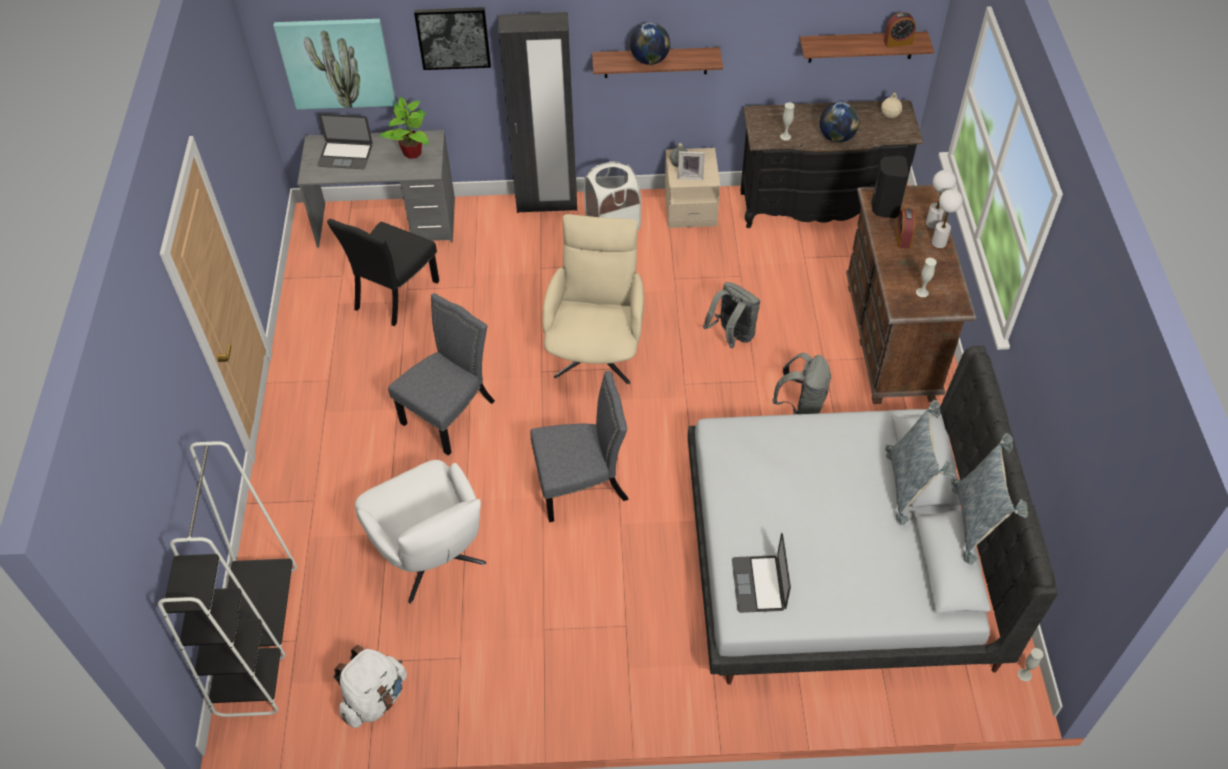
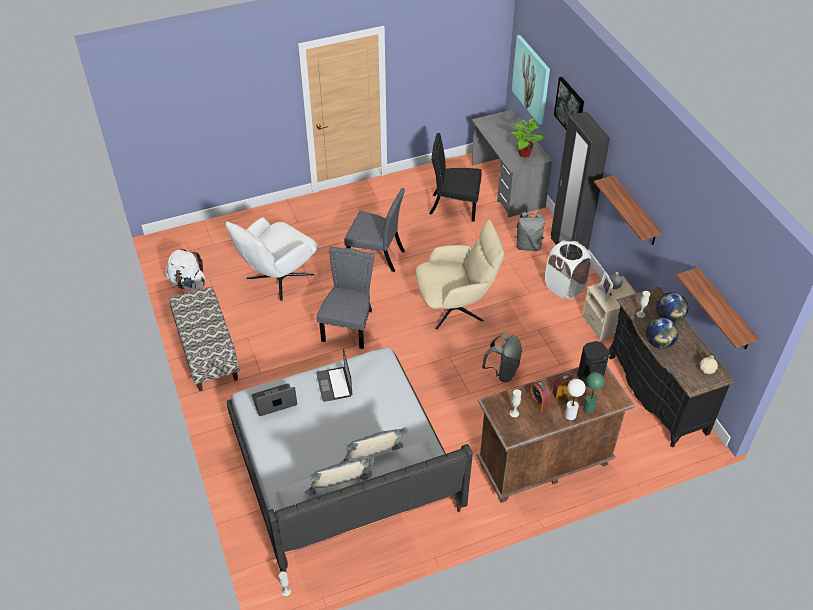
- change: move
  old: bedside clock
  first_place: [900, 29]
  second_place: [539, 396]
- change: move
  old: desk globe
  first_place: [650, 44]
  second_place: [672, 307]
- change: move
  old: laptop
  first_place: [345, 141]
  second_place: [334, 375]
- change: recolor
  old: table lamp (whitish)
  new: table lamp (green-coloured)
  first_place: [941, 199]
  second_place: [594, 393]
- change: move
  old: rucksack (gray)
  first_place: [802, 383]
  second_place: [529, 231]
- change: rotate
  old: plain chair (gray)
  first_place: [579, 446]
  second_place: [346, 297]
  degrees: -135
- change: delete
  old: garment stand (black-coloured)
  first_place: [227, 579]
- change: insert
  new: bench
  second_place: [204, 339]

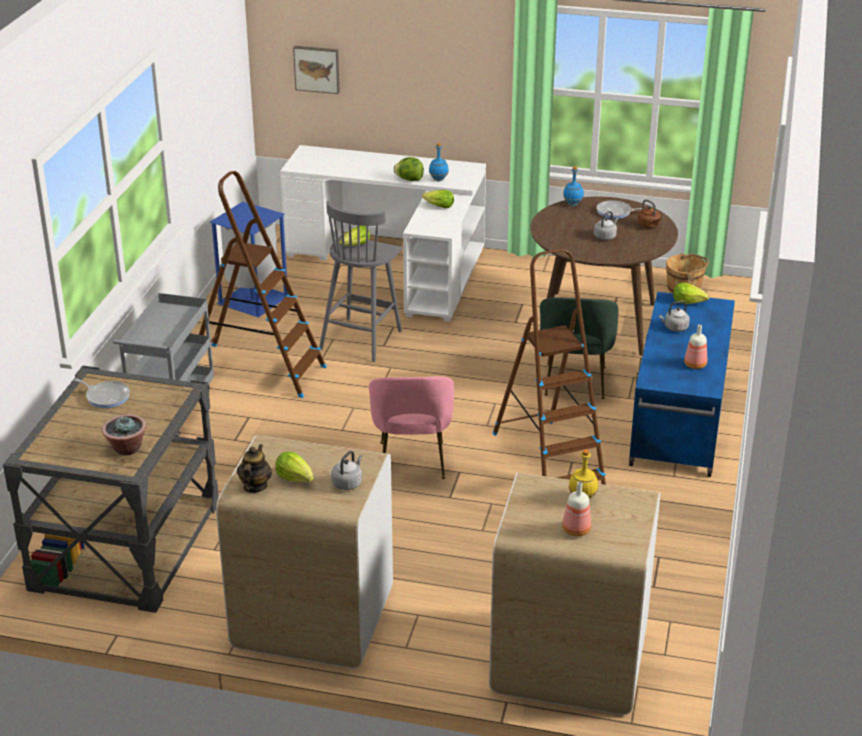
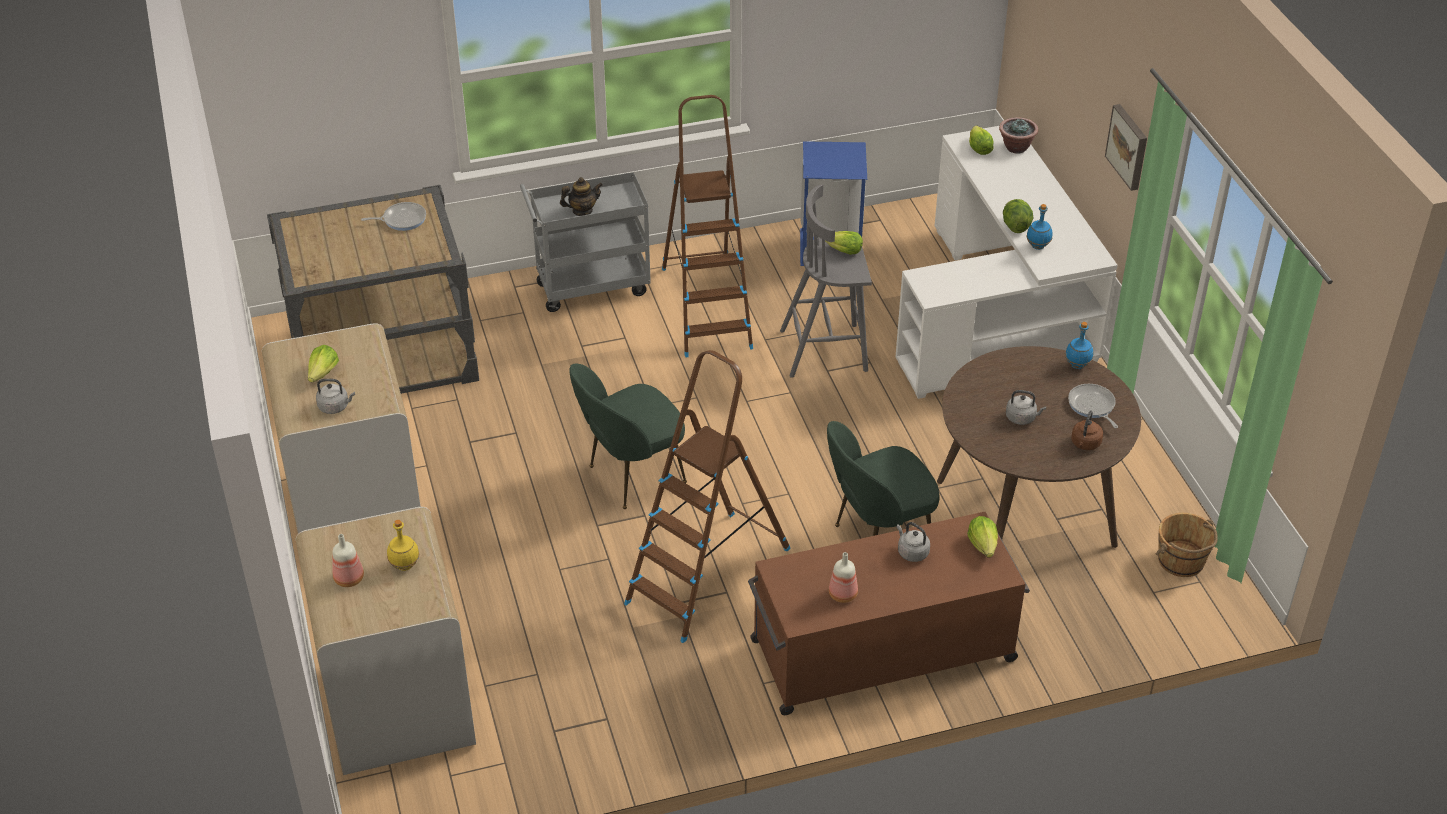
- change: move
  old: wall picture
  first_place: [316, 70]
  second_place: [1126, 147]
- change: move
  old: head of lettuce
  first_place: [438, 199]
  second_place: [981, 140]
- change: recolor
  old: cupboard (blue-coloured)
  new: cupboard (brown)
  first_place: [682, 384]
  second_place: [889, 613]
- change: recolor
  old: plain chair (pink-coloured)
  new: plain chair (green-coloured)
  first_place: [411, 427]
  second_place: [628, 436]
- change: rotate
  old: pan
  first_place: [102, 393]
  second_place: [393, 216]
  degrees: -105
- change: move
  old: houseplant
  first_place: [124, 435]
  second_place: [1018, 135]
- change: move
  old: pot for tea
  first_place: [254, 468]
  second_place: [581, 196]

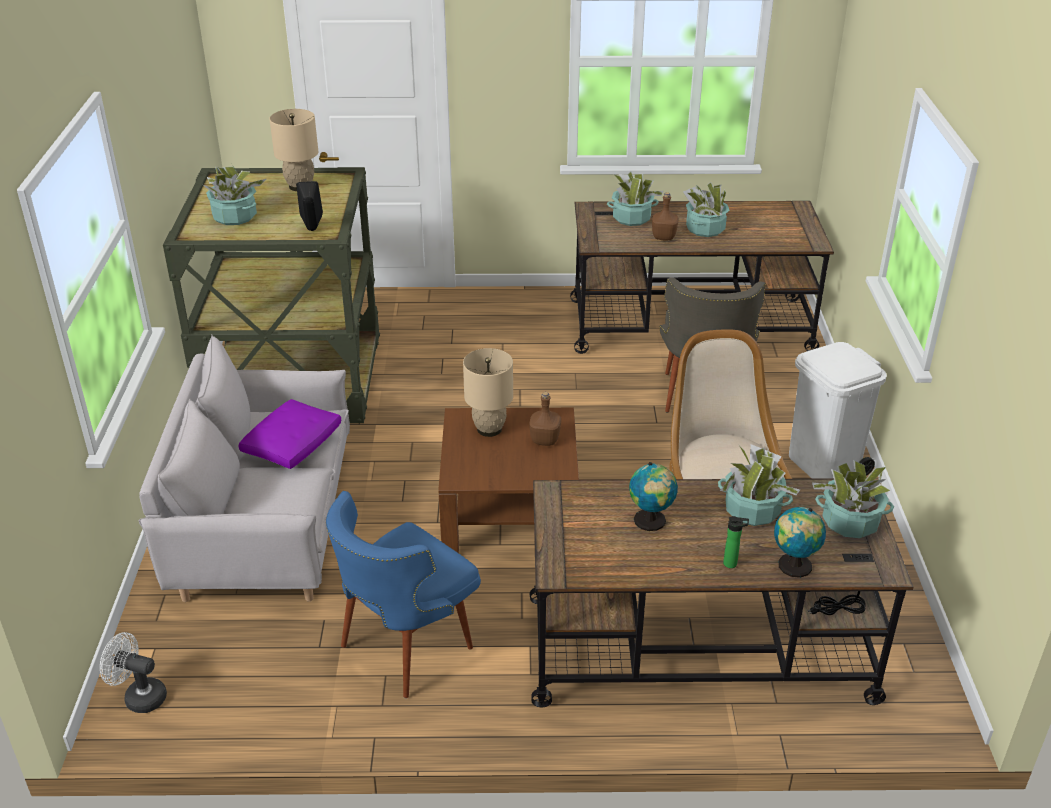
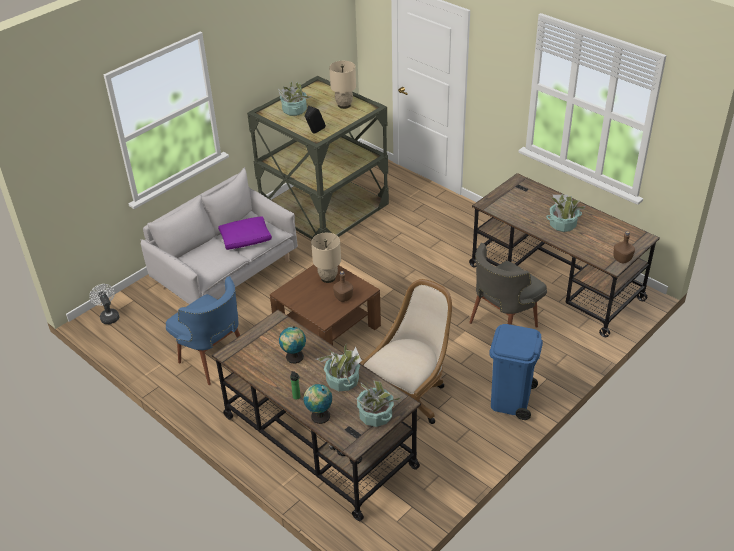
- change: delete
  old: houseplant
  first_place: [635, 199]
- change: move
  old: drink bottle (brown)
  first_place: [665, 216]
  second_place: [624, 247]
- change: recolor
  old: rubbish bin (whitish)
  new: rubbish bin (blue-coloured)
  first_place: [838, 410]
  second_place: [516, 372]
- change: rotate
  old: plain chair (blue-coloured)
  first_place: [403, 594]
  second_place: [203, 330]
  degrees: -135

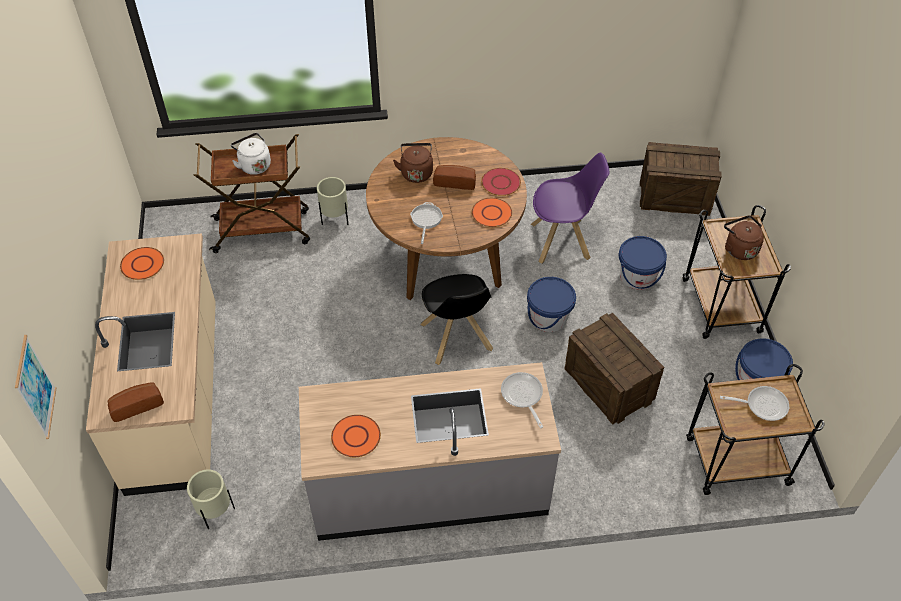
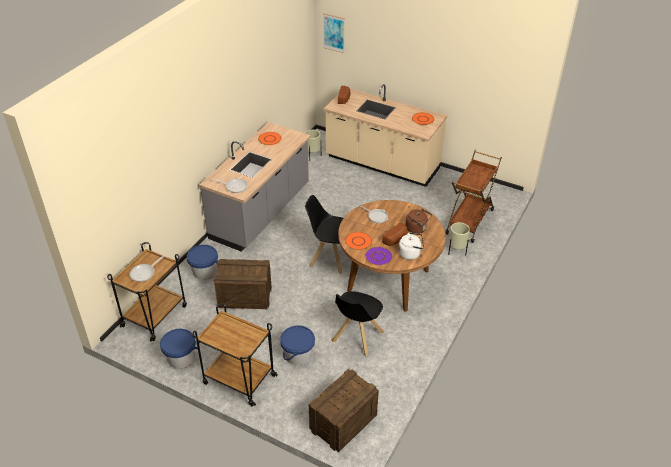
- change: move
  old: kettle (whitish)
  first_place: [251, 154]
  second_place: [411, 246]
- change: recolor
  old: plain chair (purple)
  new: plain chair (black-coloured)
  first_place: [570, 208]
  second_place: [358, 324]
- change: recolor
  old: flat dish (reddish)
  new: flat dish (purple)
  first_place: [501, 182]
  second_place: [379, 256]
- change: delete
  old: kettle (brown)
  first_place: [744, 237]
- change: move
  old: pail (blue-coloured)
  first_place: [551, 304]
  second_place: [202, 262]

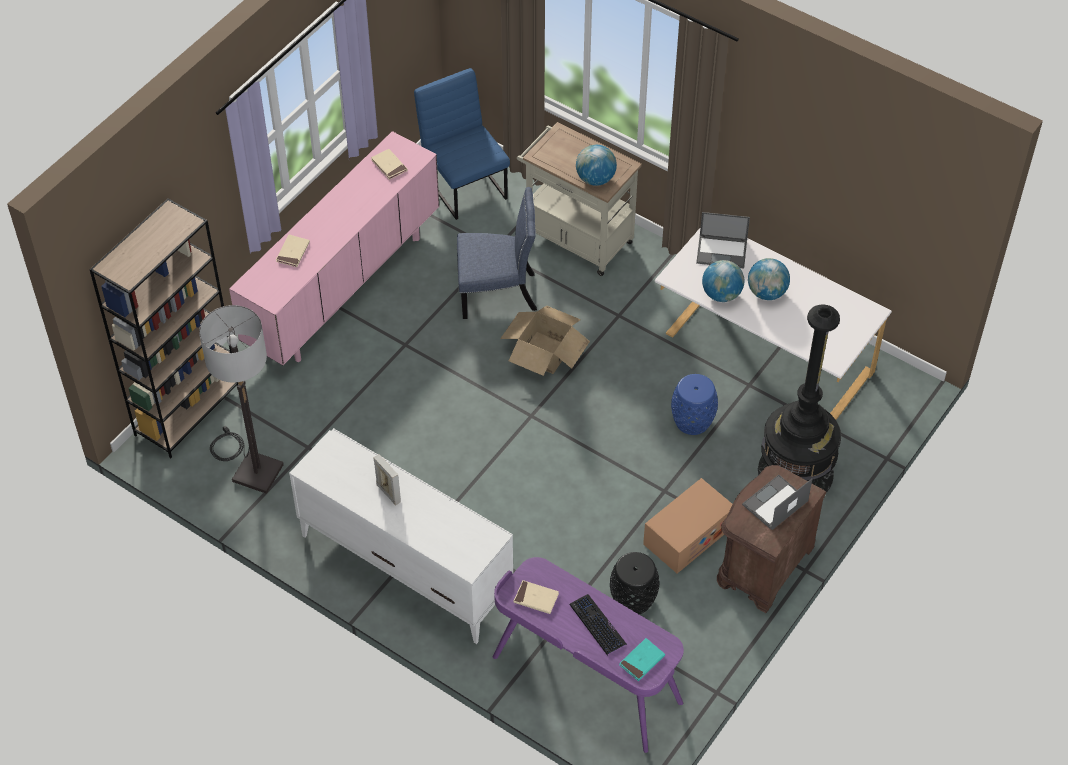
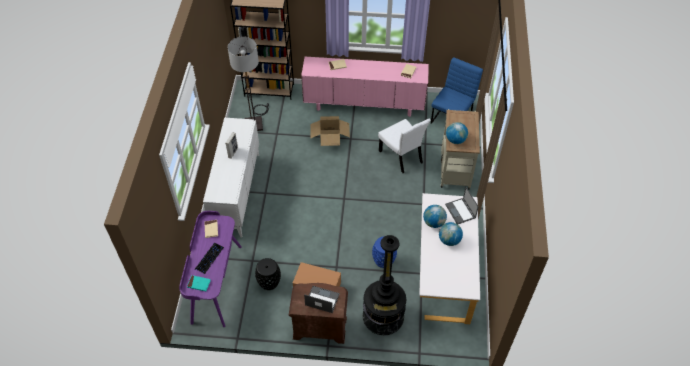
- change: recolor
  old: plain chair (blue-coloured)
  new: plain chair (whitish)
  first_place: [497, 253]
  second_place: [404, 146]
- change: move
  old: cardboard box
  first_place: [545, 340]
  second_place: [330, 131]

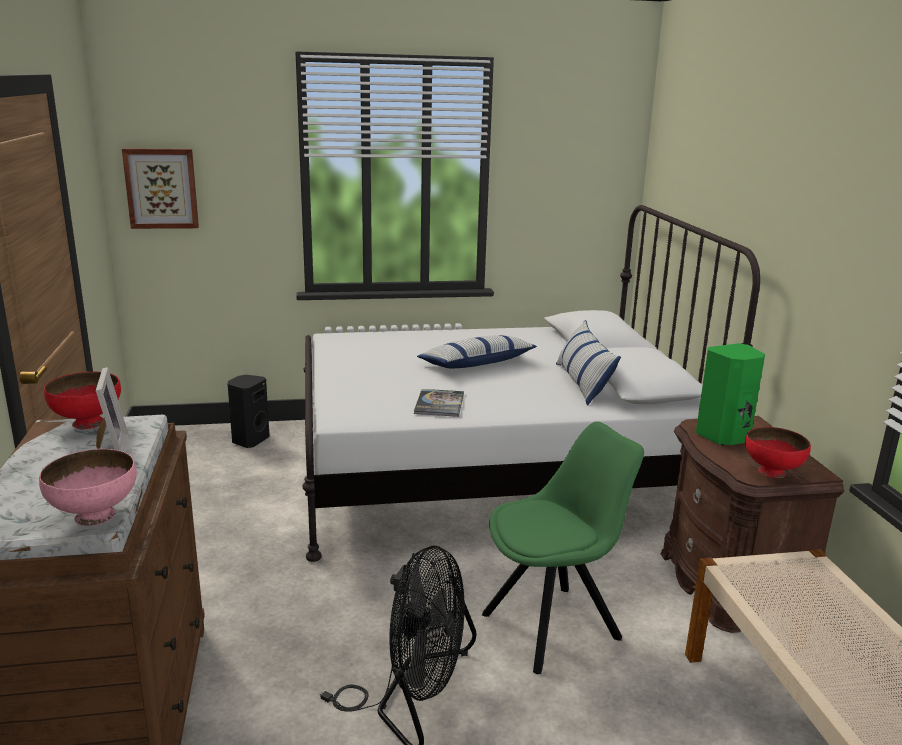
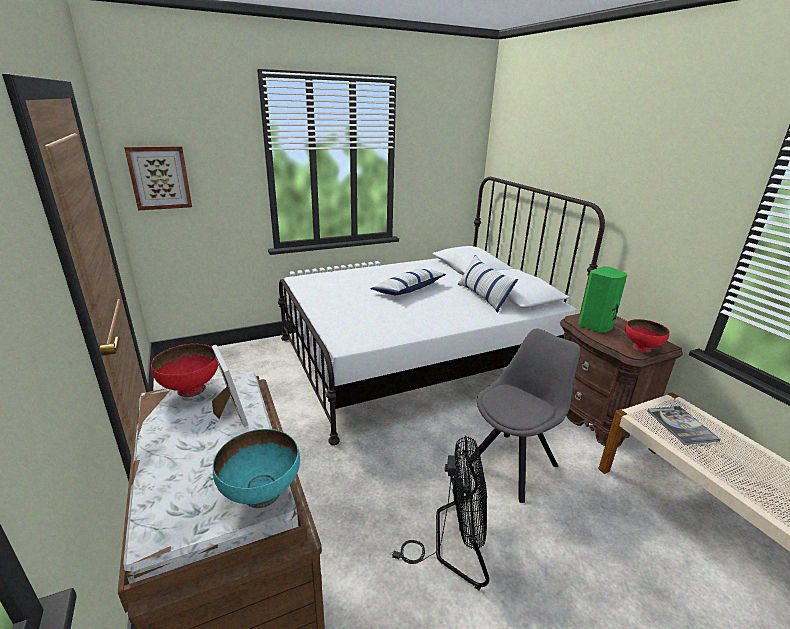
- change: delete
  old: speaker (black-coloured)
  first_place: [249, 411]
- change: move
  old: volume
  first_place: [439, 403]
  second_place: [683, 425]
- change: recolor
  old: plain chair (green-coloured)
  new: plain chair (gray)
  first_place: [563, 548]
  second_place: [523, 415]
- change: recolor
  old: serving bowl (pink-coloured)
  new: serving bowl (blue-green)
  first_place: [88, 487]
  second_place: [256, 468]

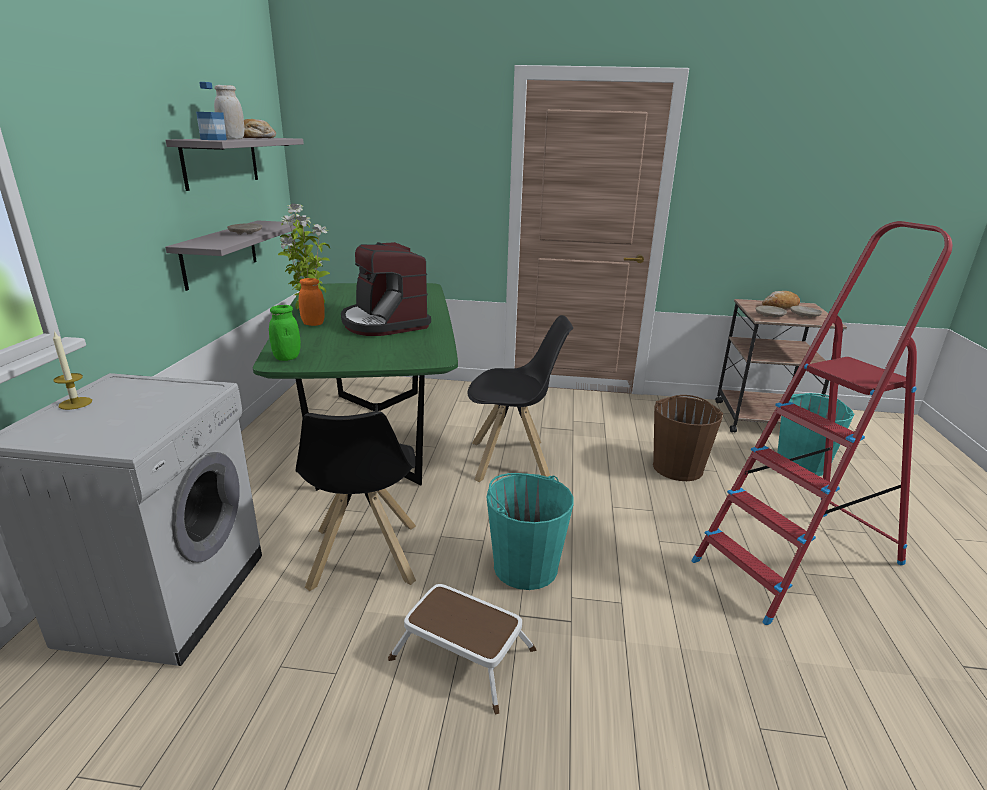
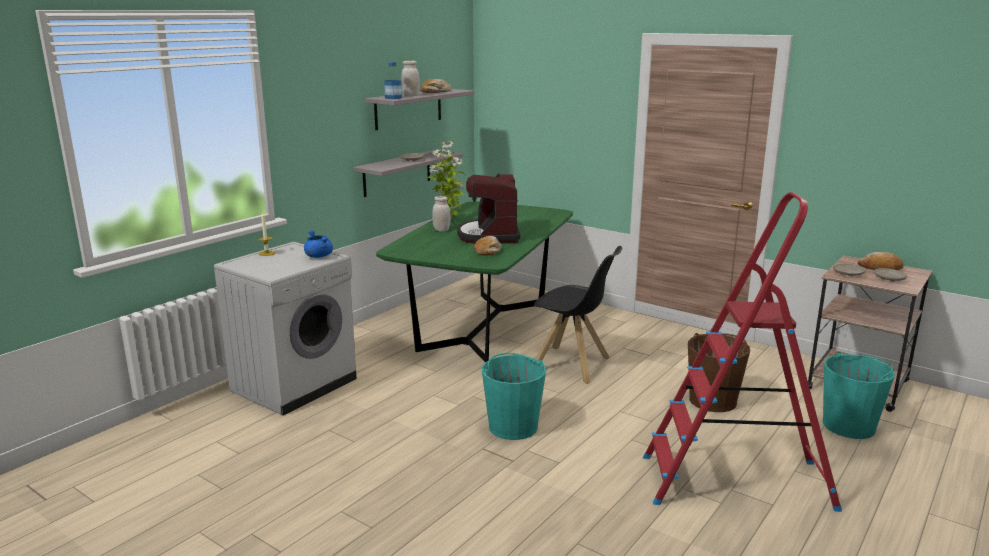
- change: recolor
  old: jar (orangey)
  new: jar (whitish)
  first_place: [312, 302]
  second_place: [441, 214]
- change: delete
  old: jar (green-coloured)
  first_place: [285, 333]
- change: delete
  old: plain chair (black-coloured)
  first_place: [356, 501]
- change: delete
  old: step stool (brown)
  first_place: [462, 649]
- change: insert
  new: saucepot (blue-coloured)
  second_place: [318, 244]
- change: insert
  new: bakery bread
  second_place: [487, 246]

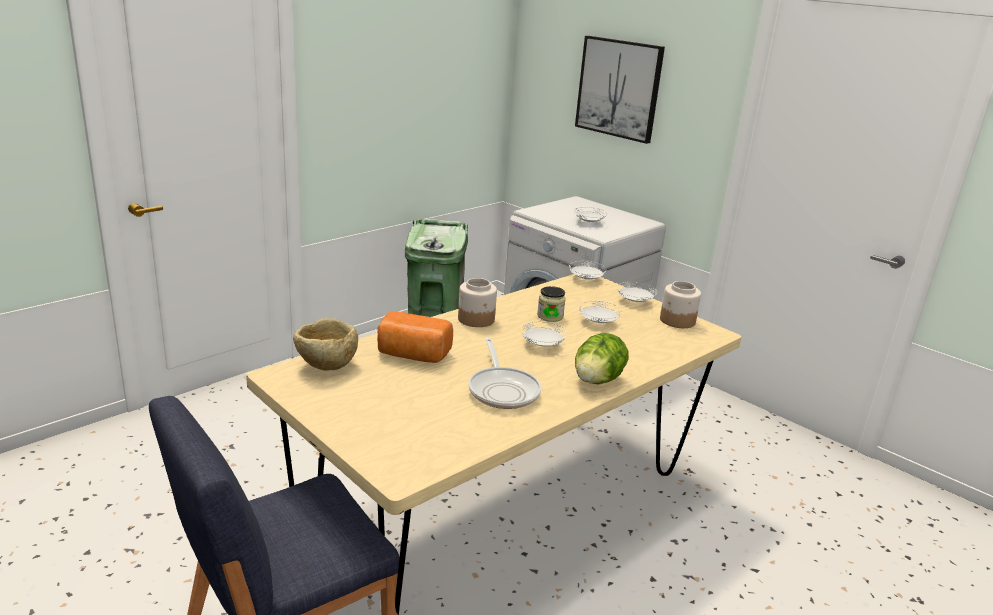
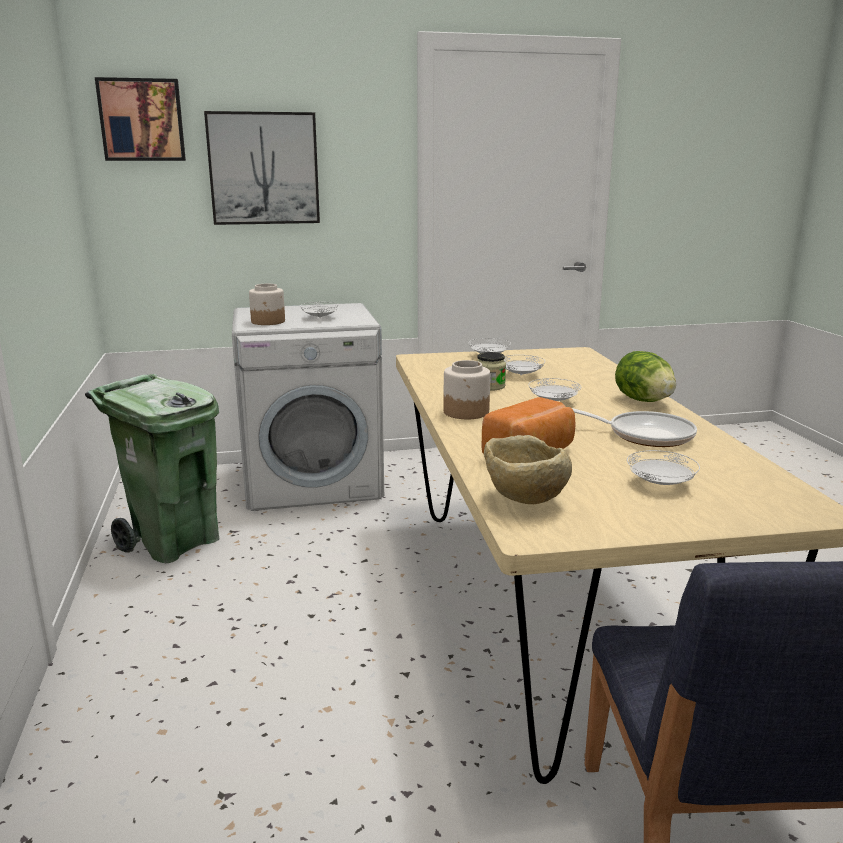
- change: move
  old: flat dish (whitish)
  first_place: [588, 270]
  second_place: [663, 467]
- change: move
  old: jar
  first_place: [680, 304]
  second_place: [267, 304]
- change: insert
  new: wall picture
  second_place: [140, 119]

